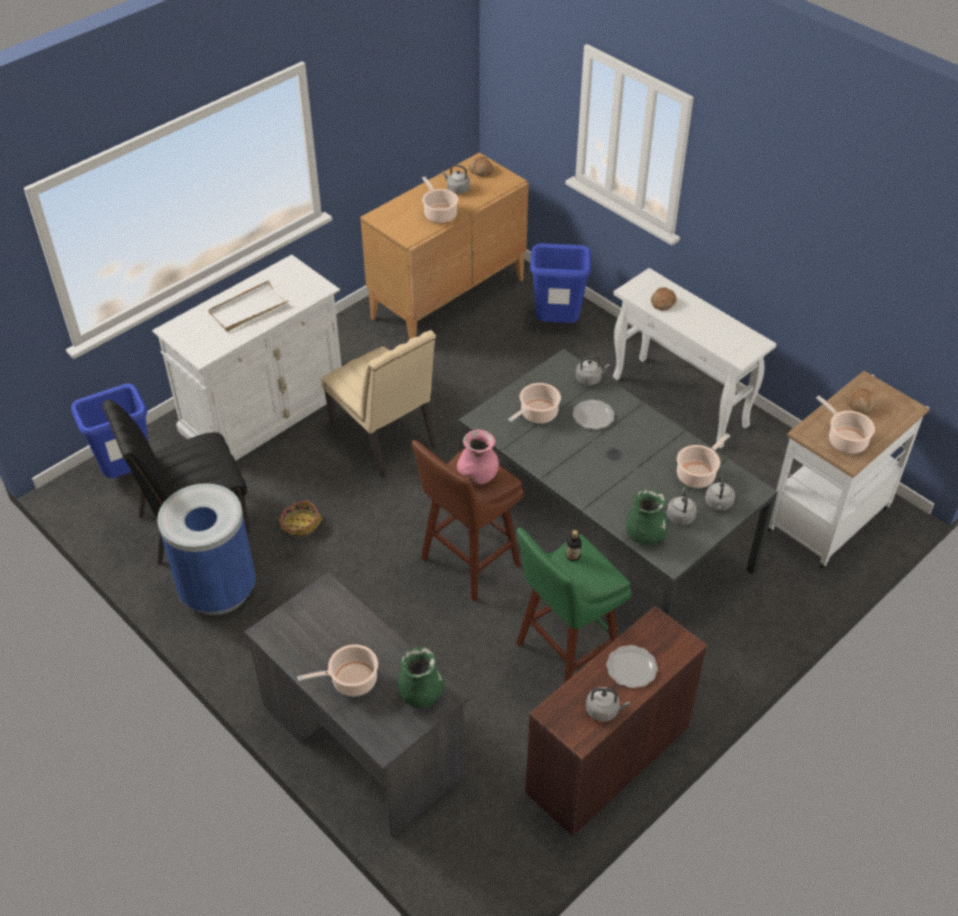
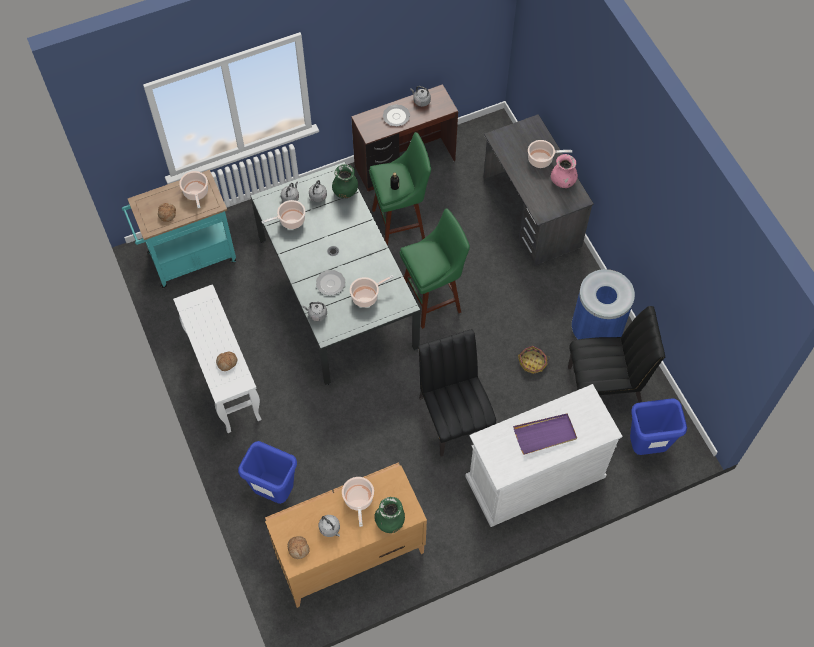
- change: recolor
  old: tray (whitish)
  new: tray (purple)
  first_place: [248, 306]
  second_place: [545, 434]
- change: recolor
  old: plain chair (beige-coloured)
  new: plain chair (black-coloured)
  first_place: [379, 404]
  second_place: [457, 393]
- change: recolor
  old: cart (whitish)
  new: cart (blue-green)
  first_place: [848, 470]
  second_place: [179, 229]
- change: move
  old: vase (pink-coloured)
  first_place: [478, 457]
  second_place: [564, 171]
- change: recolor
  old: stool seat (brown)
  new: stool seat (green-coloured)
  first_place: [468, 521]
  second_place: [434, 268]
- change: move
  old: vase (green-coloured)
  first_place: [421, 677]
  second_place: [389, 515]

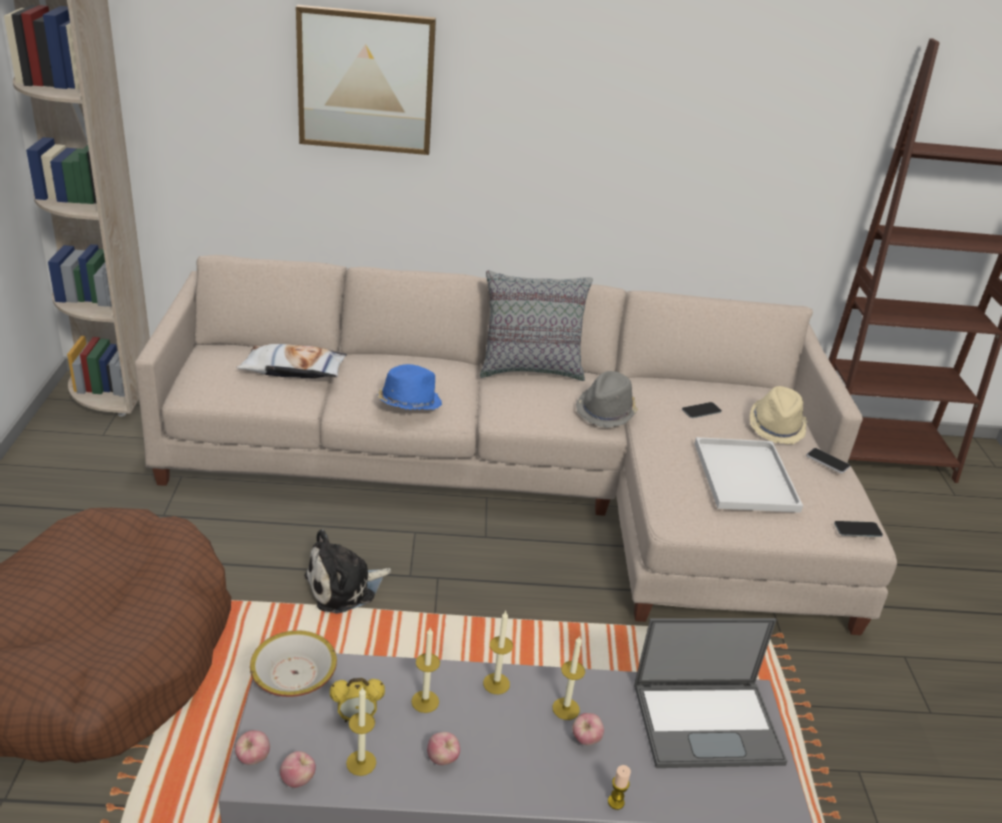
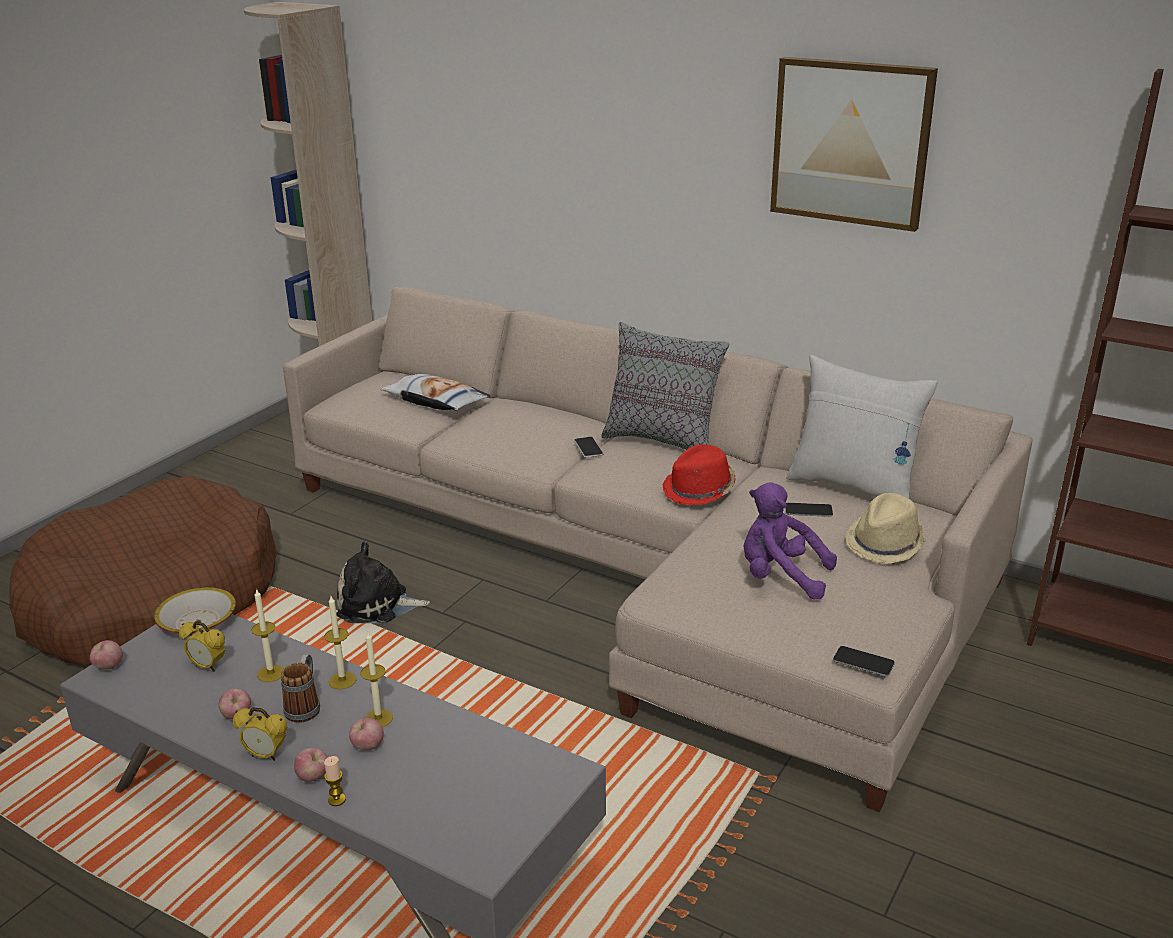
- change: move
  old: wall picture
  first_place: [366, 80]
  second_place: [854, 144]
- change: delete
  old: clothing hat (blue-coloured)
  first_place: [409, 387]
- change: recolor
  old: clothing hat (gray)
  new: clothing hat (reddish)
  first_place: [607, 399]
  second_place: [699, 474]
- change: replace
  old: tray (whitish)
  new: soft toy (purple)
  first_place: [749, 475]
  second_place: [790, 541]
- change: move
  old: telephone
  first_place: [828, 460]
  second_place: [588, 447]
- change: delete
  old: laptop
  first_place: [710, 693]
- change: delete
  old: wax light
  first_place: [361, 731]
- change: move
  old: apple fruit
  first_place: [298, 769]
  second_place: [311, 765]
- change: insert
  new: pillow (gray)
  second_place: [861, 427]
- change: insert
  new: mug
  second_place: [300, 688]
- change: insert
  new: bedside clock
  second_place: [260, 734]

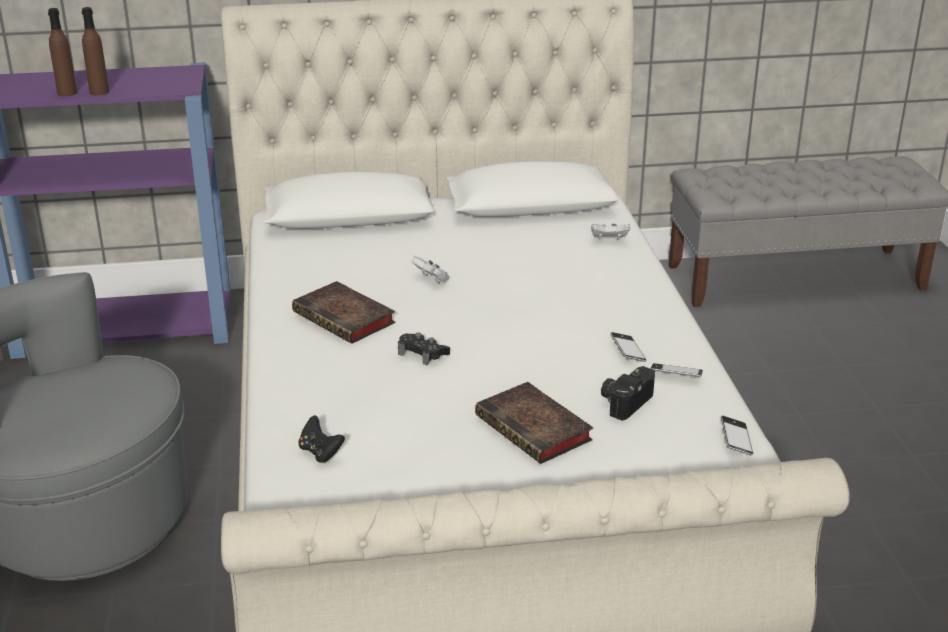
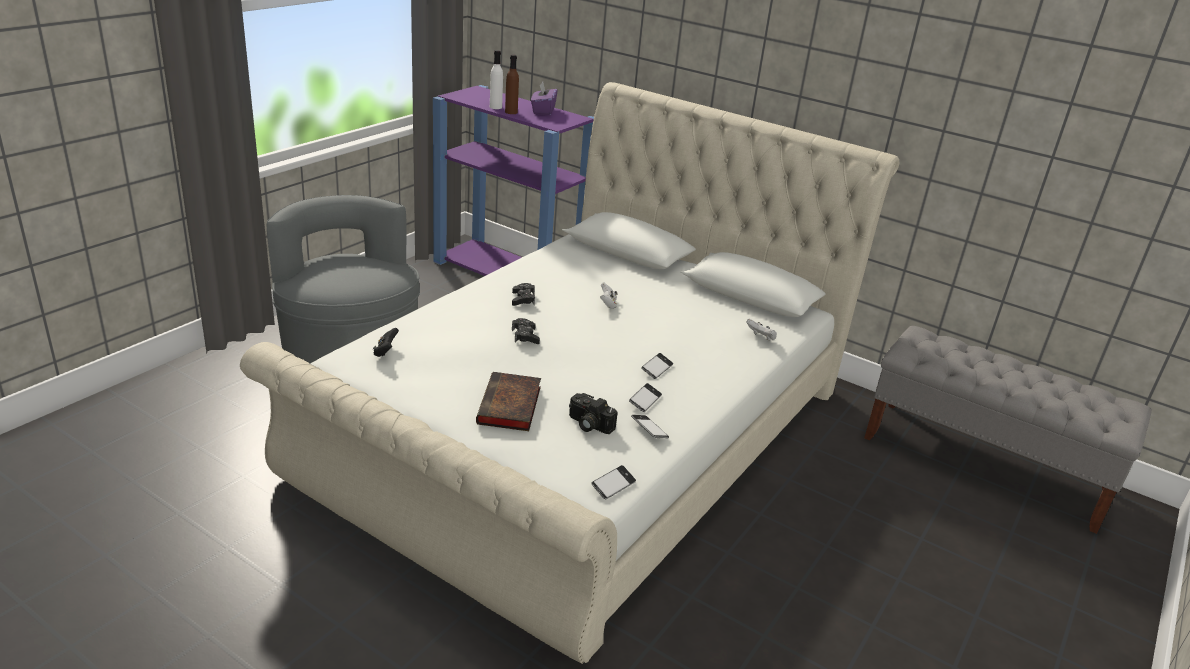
- change: recolor
  old: drink bottle (brown)
  new: drink bottle (whitish)
  first_place: [62, 52]
  second_place: [496, 79]
- change: replace
  old: volume
  new: gamepad (black-coloured)
  first_place: [344, 312]
  second_place: [523, 294]
- change: rotate
  old: still camera
  first_place: [628, 393]
  second_place: [593, 413]
  degrees: -135
- change: insert
  new: box of tissues (purple)
  second_place: [544, 99]
- change: insert
  new: telephone
  second_place: [657, 366]

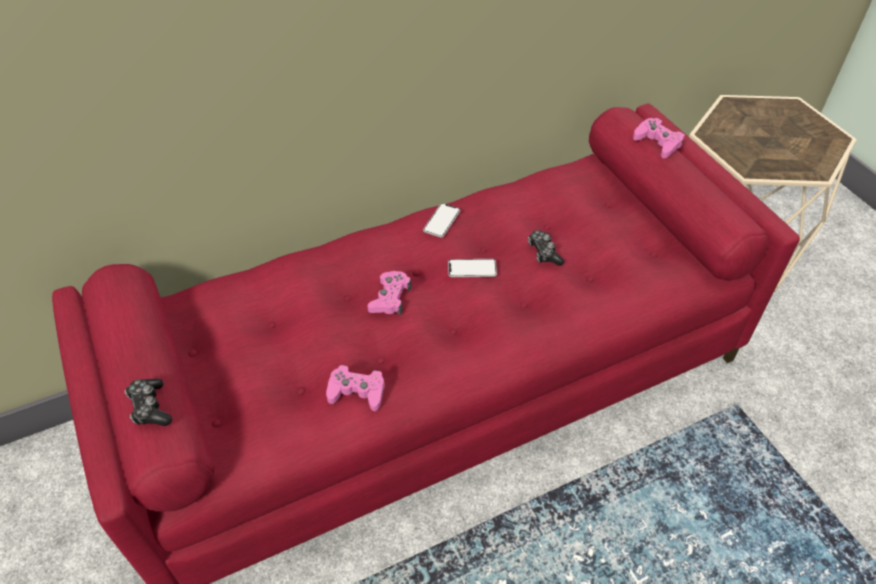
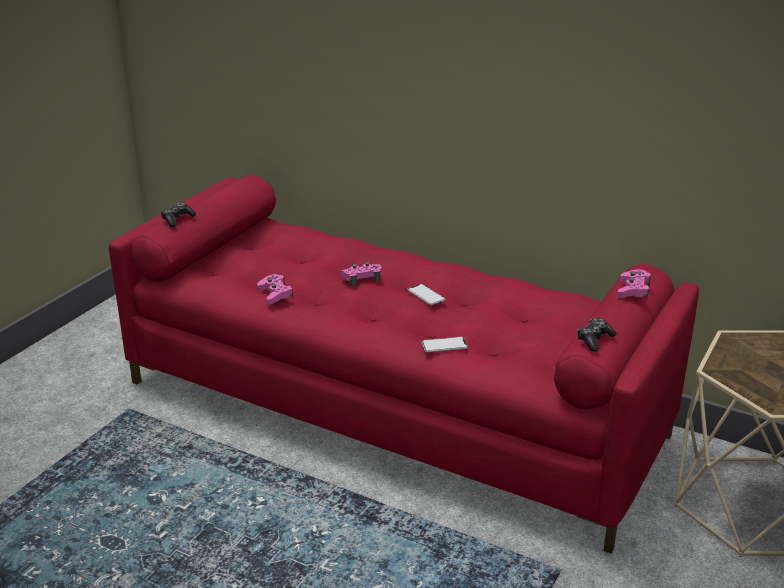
- change: move
  old: telephone
  first_place: [442, 220]
  second_place: [444, 344]
- change: move
  old: gamepad
  first_place: [546, 248]
  second_place: [597, 335]

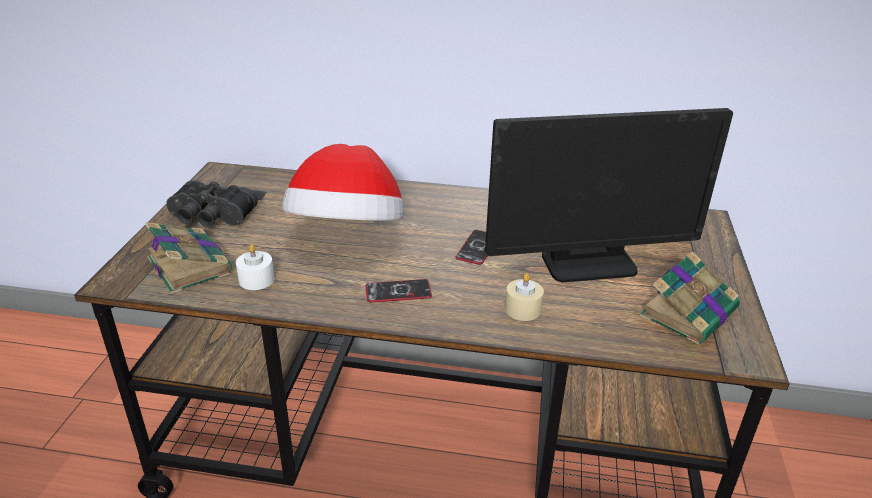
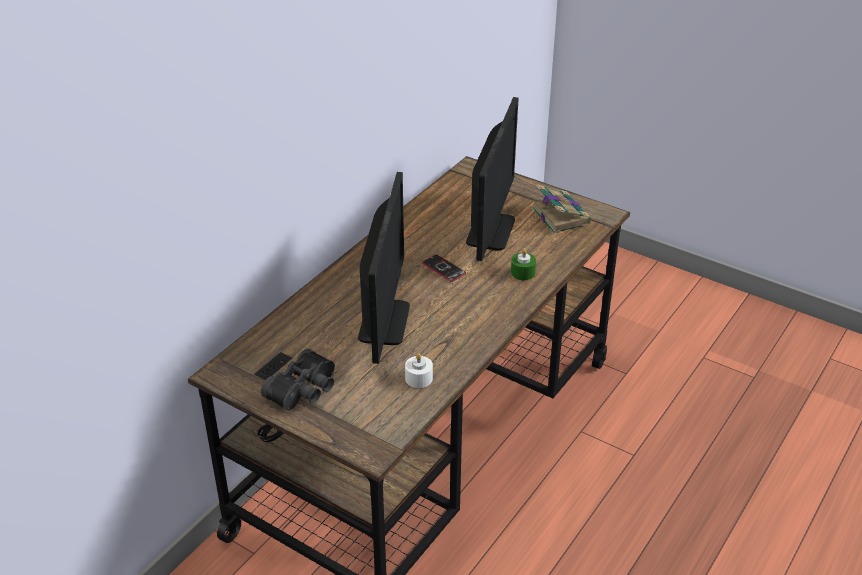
- change: replace
  old: clothing hat
  new: monitor
  first_place: [343, 182]
  second_place: [384, 268]
- change: delete
  old: volume
  first_place: [188, 258]
- change: recolor
  old: wax light (beige-coloured)
  new: wax light (green-coloured)
  first_place: [524, 297]
  second_place: [523, 264]
- change: delete
  old: telephone
  first_place: [399, 291]

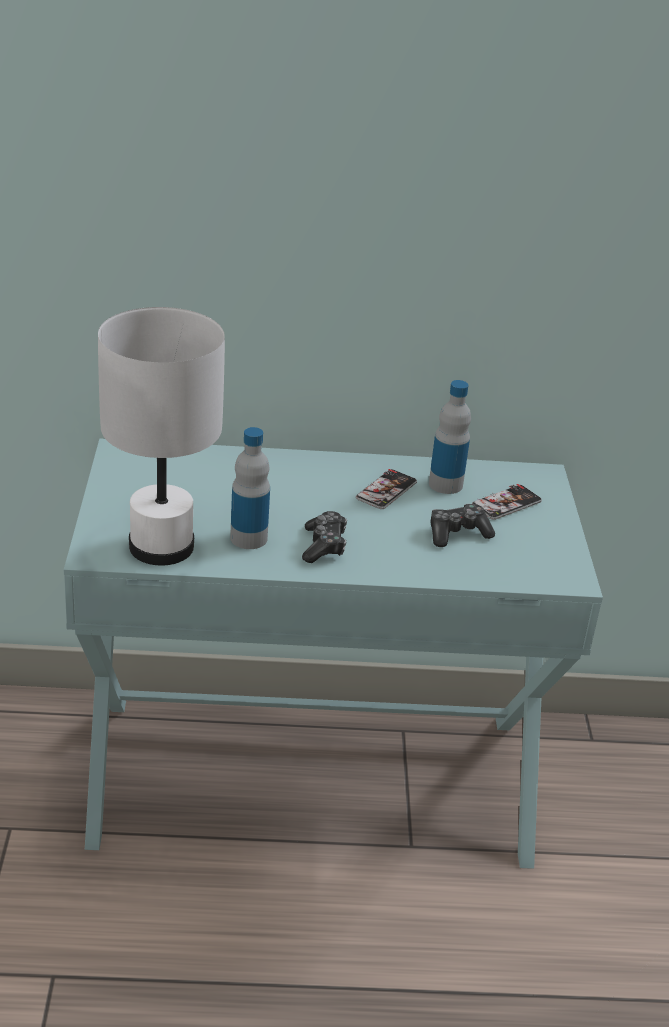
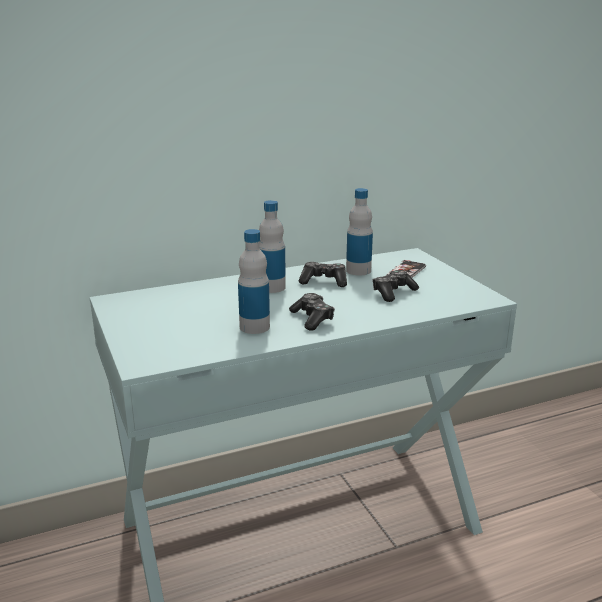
- change: delete
  old: table lamp (whitish)
  first_place: [161, 436]
- change: replace
  old: telephone
  new: gamepad
  first_place: [386, 489]
  second_place: [323, 274]
- change: insert
  new: drink bottle
  second_place: [272, 246]

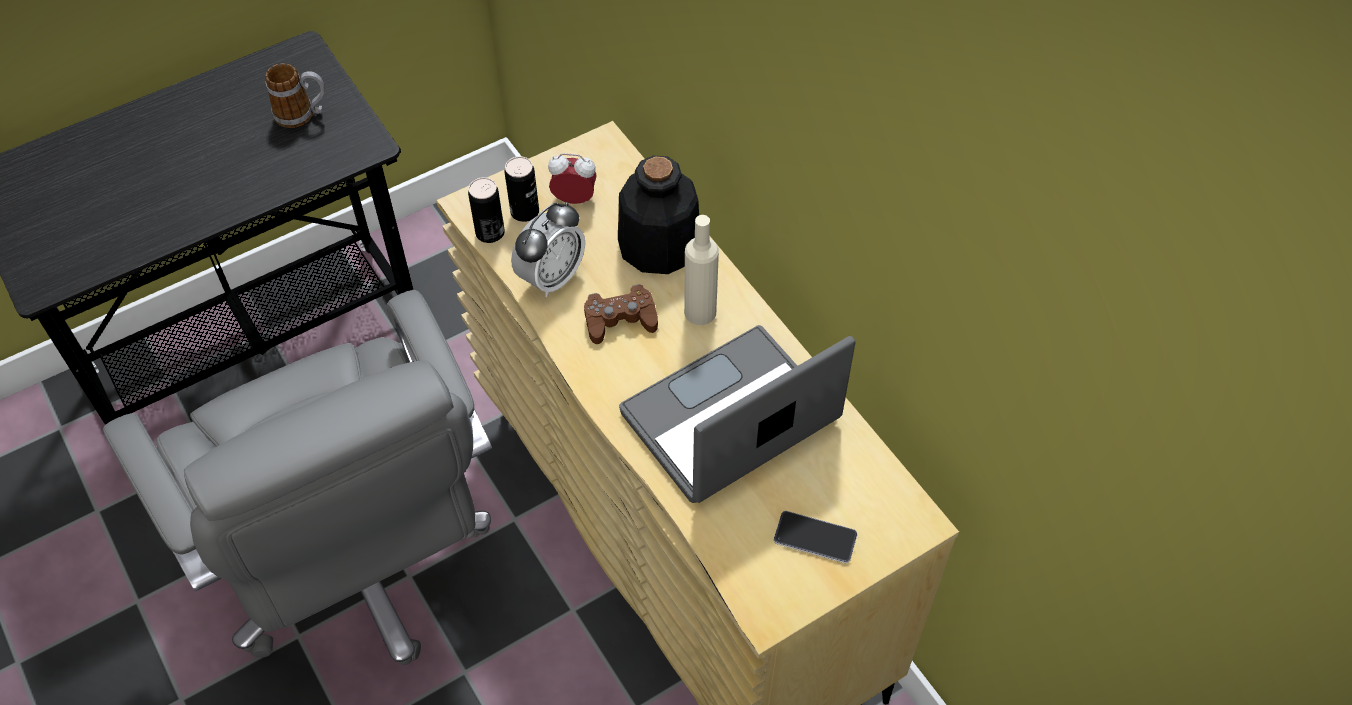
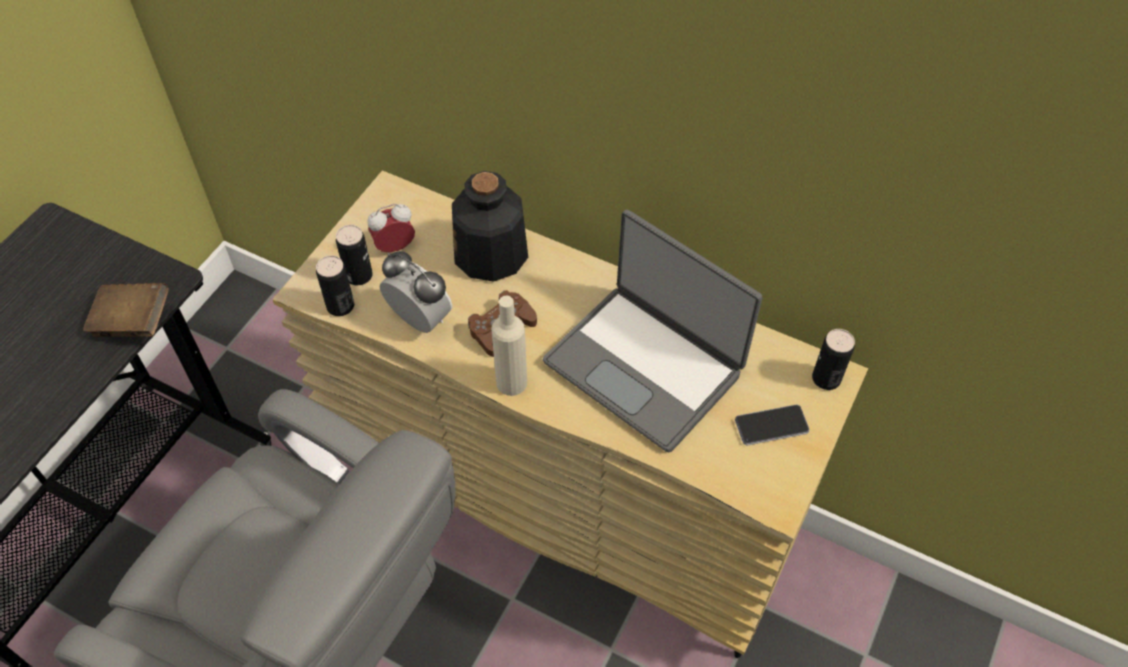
- change: delete
  old: mug
  first_place: [294, 95]
- change: rotate
  old: bedside clock
  first_place: [548, 249]
  second_place: [415, 292]
  degrees: -60
- change: move
  old: drink bottle (beige-coloured)
  first_place: [701, 270]
  second_place: [509, 346]
- change: rotate
  old: laptop
  first_place: [737, 414]
  second_place: [652, 330]
  degrees: -75
- change: insert
  new: volume (brown)
  second_place: [126, 310]
- change: insert
  new: sealed can
  second_place: [833, 359]

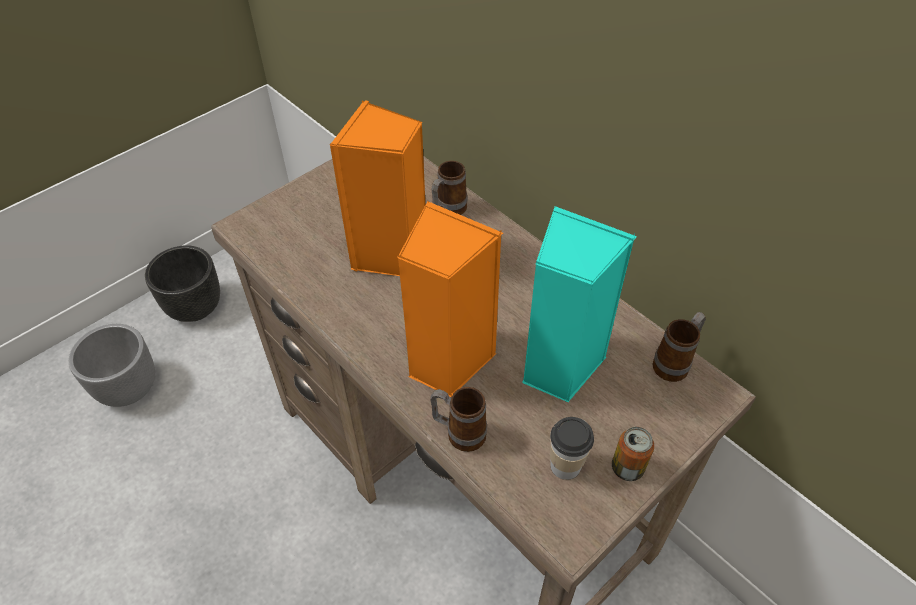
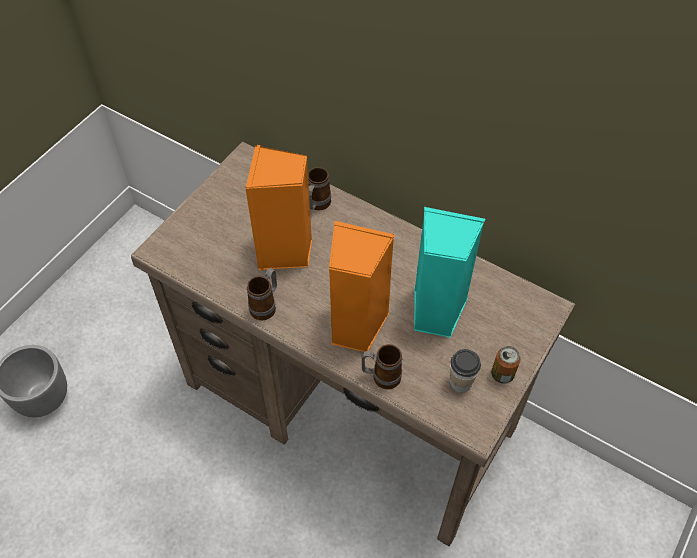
- change: delete
  old: plant pot (black-coloured)
  first_place: [182, 283]
- change: move
  old: mug
  first_place: [679, 347]
  second_place: [262, 294]

